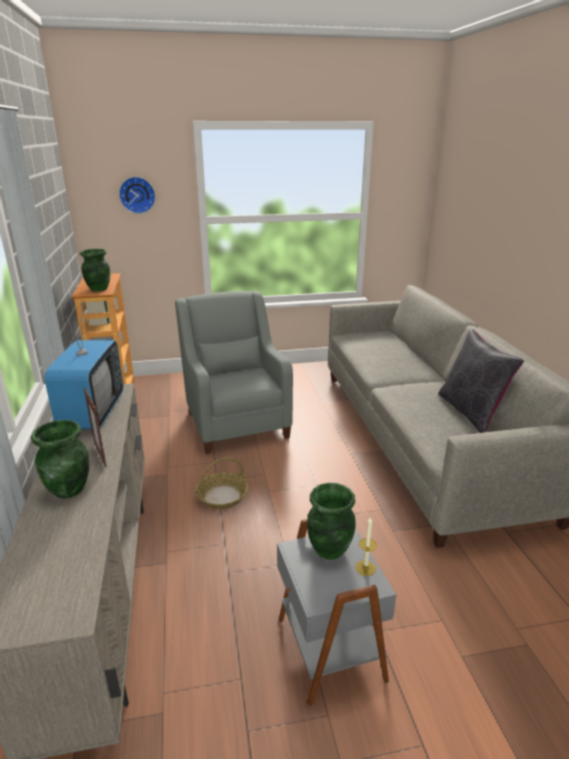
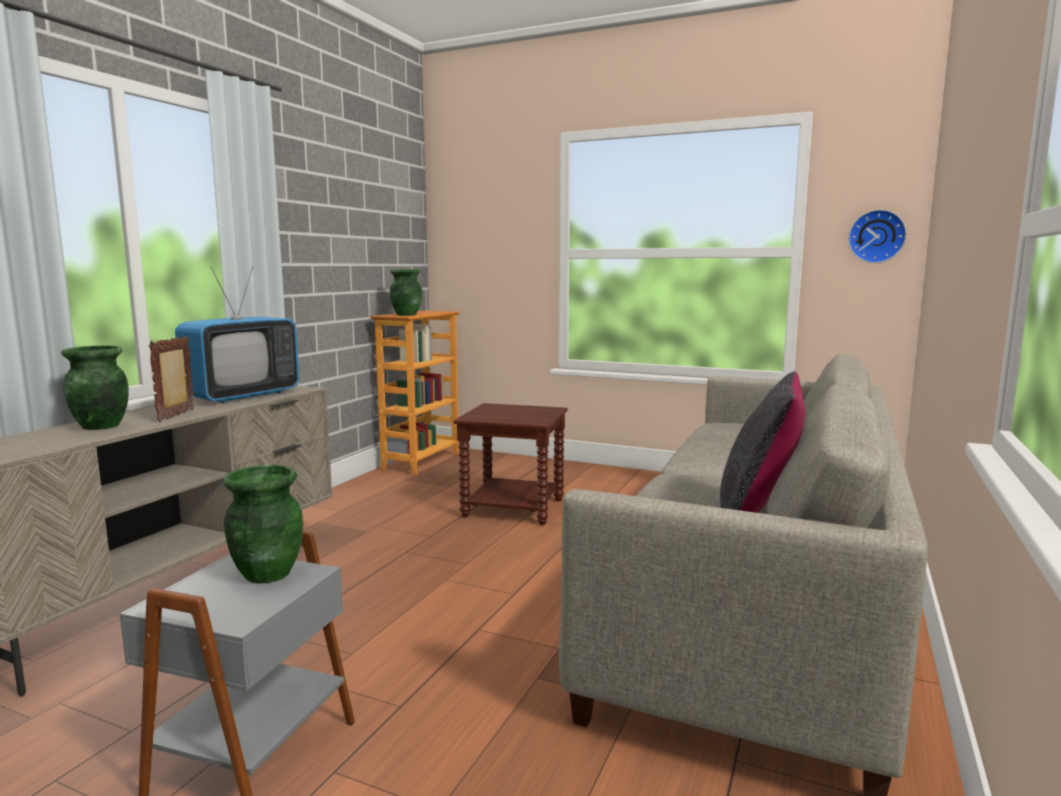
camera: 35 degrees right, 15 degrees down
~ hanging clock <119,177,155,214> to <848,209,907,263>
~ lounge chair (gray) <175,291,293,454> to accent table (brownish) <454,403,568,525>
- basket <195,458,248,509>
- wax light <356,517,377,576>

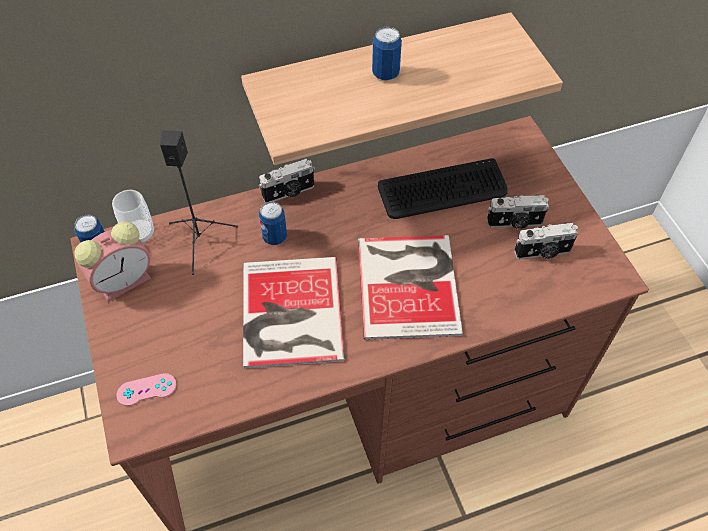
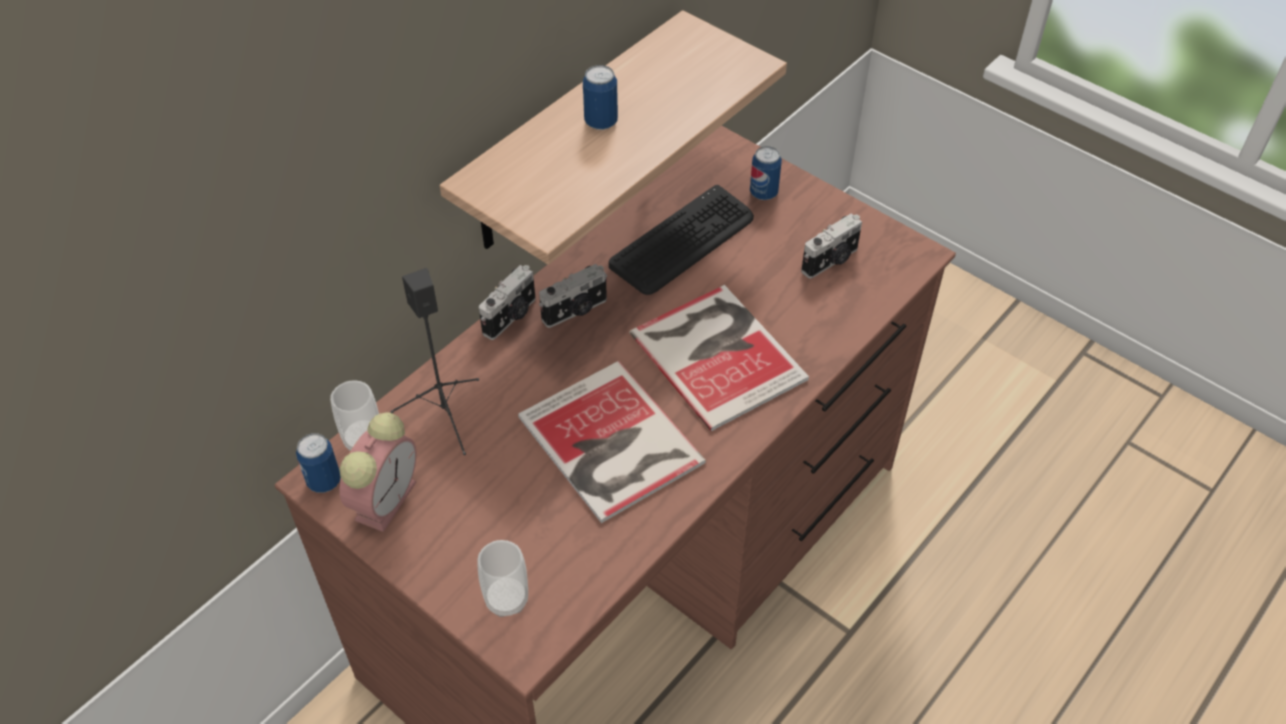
camera: 30 degrees left, 5 degrees down
~ photo camera <487,195,549,229> to <539,264,607,328>
~ metal can <259,202,287,245> to <750,146,782,200>
~ joypad (pinkish) <116,373,176,406> to drinking cup <477,540,528,617>

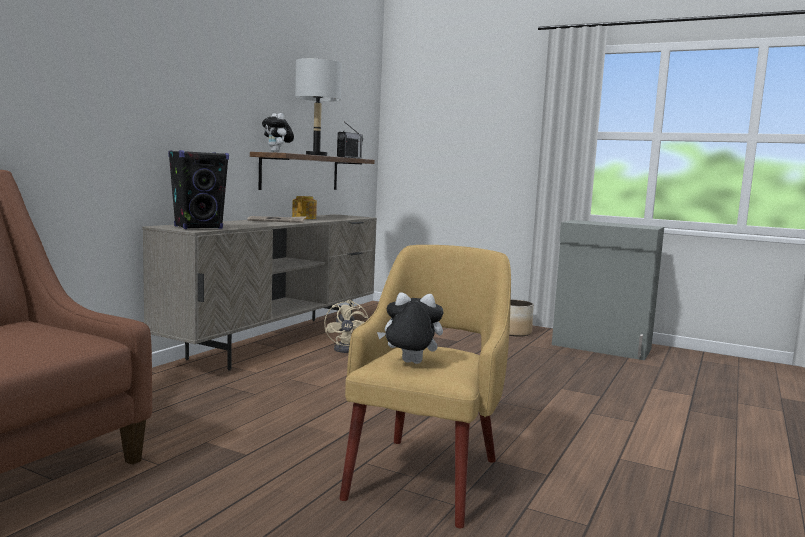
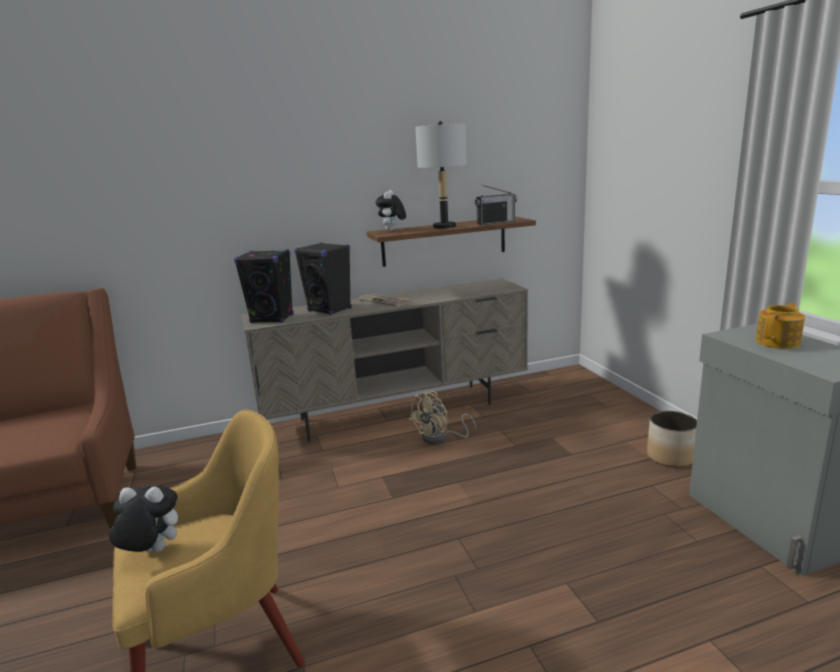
camera: 45 degrees right, 10 degrees up
~ tea pot <292,196,317,219> to <755,303,805,349>
~ soft toy <377,292,443,364> = <109,486,178,553> 45 degrees counterclockwise
+ loudspeaker (black) <294,243,352,315>

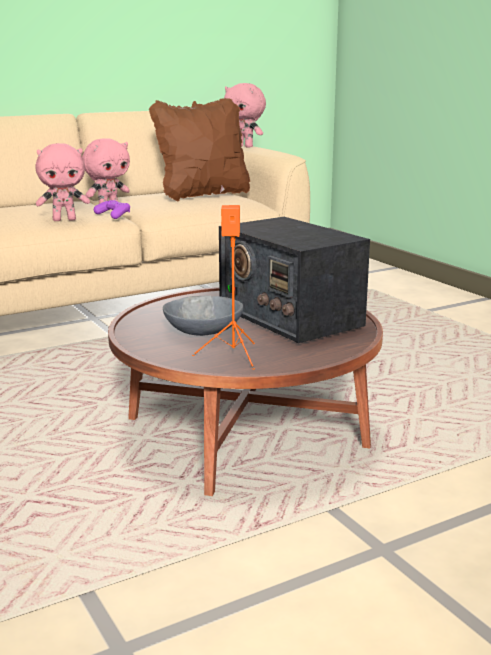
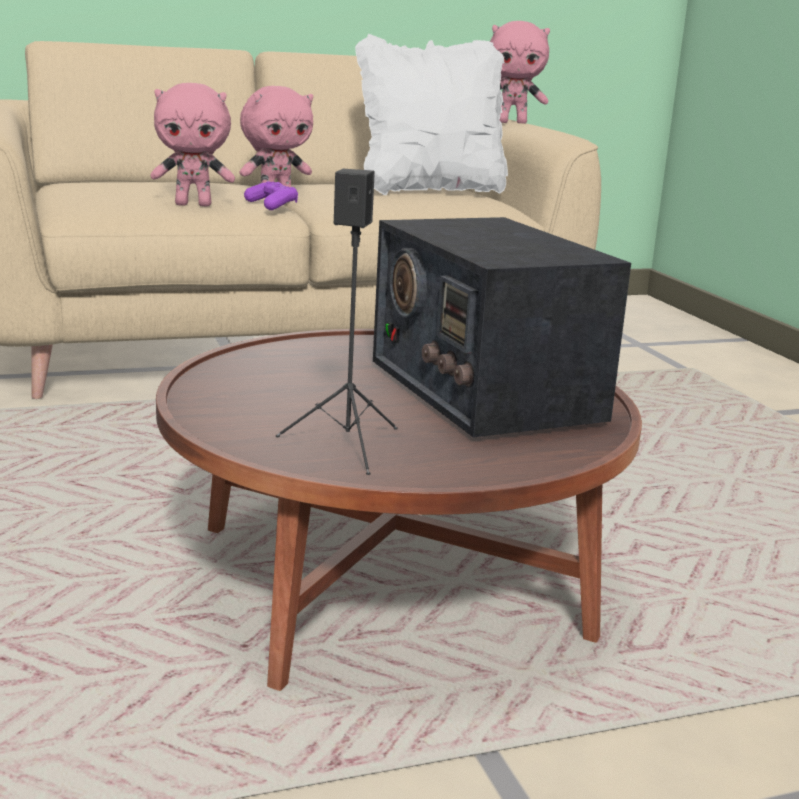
camera: 10 degrees right, 0 degrees up
~ soft toy (pinkish) <224,83,266,148> = <490,21,550,123> 45 degrees counterclockwise
~ pillow (brownish) <149,98,250,201> to pillow (white-coloured) <355,34,508,195>
~ loudspeaker (orange) <192,205,255,370> to loudspeaker (black) <276,169,398,475>
- serving bowl (gray) <163,295,243,336>

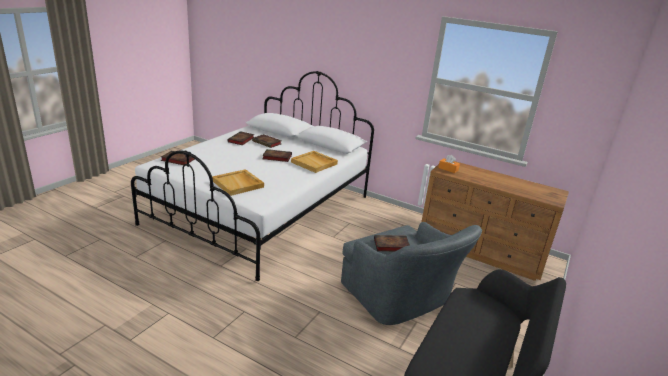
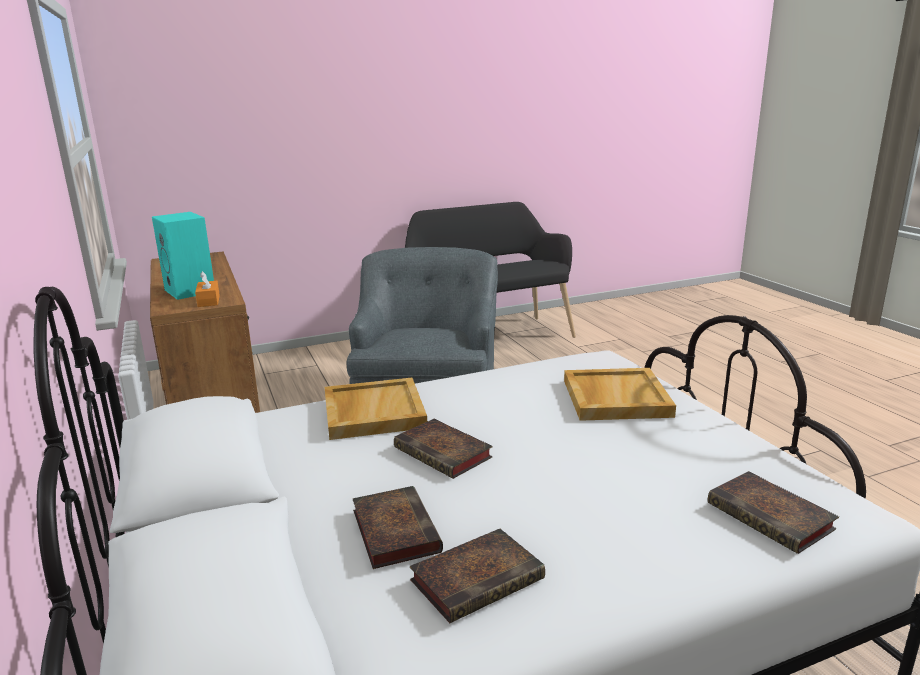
camera: 140 degrees left, 5 degrees down
- book <374,235,410,251>
+ loudspeaker (turquoise-coloured) <152,212,214,300>

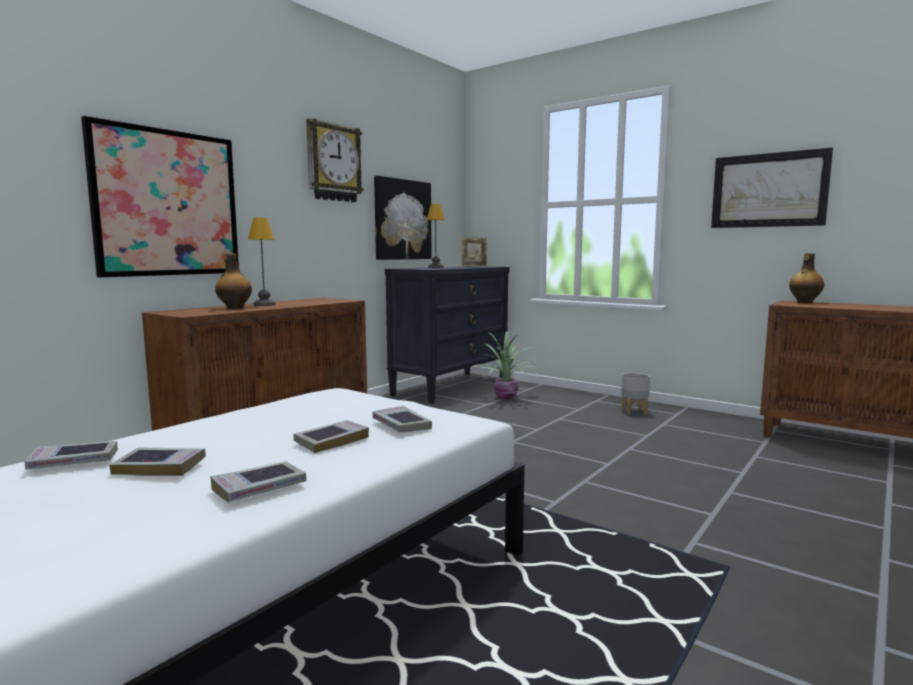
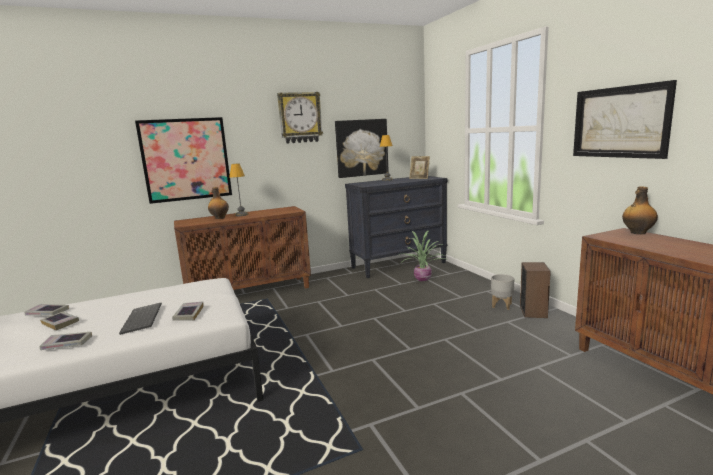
camera: 30 degrees right, 5 degrees up
~ book <294,420,369,453> to PC keyboard <119,303,162,335>
+ loudspeaker <520,262,551,318>

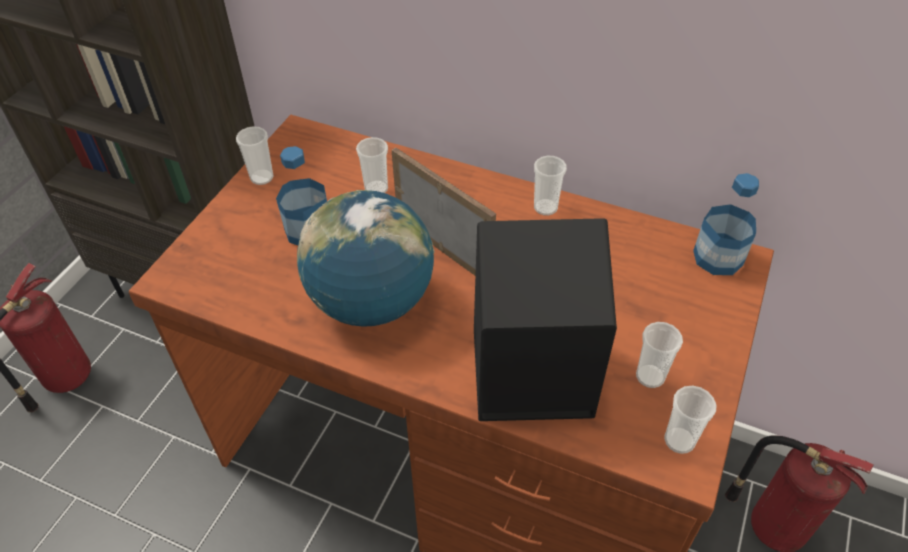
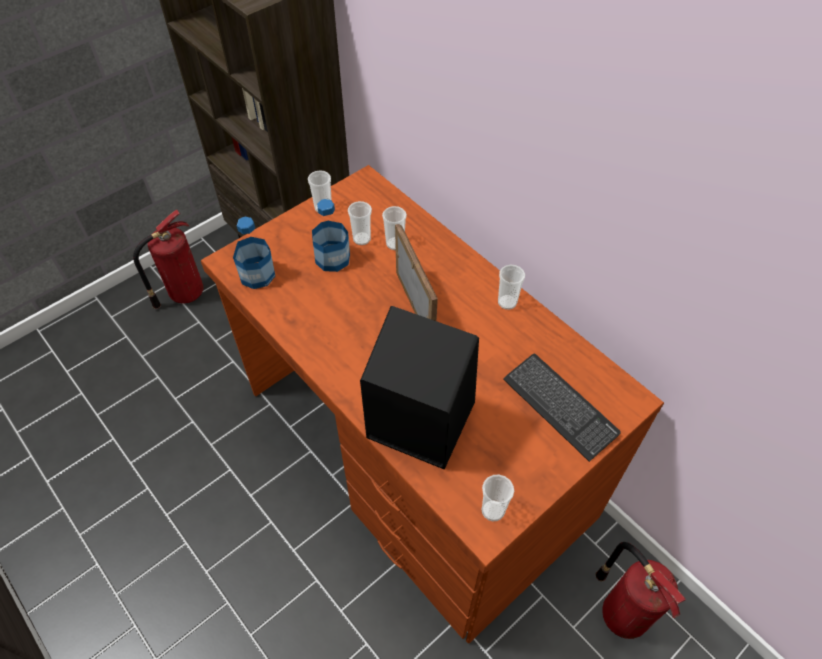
camera: 25 degrees right, 5 degrees up
~ beverage bottle <693,173,759,275> to <233,217,275,289>
- desk globe <297,190,435,327>
~ drinking cup <636,322,683,388> to <348,201,372,245>
+ PC keyboard <503,354,621,462>

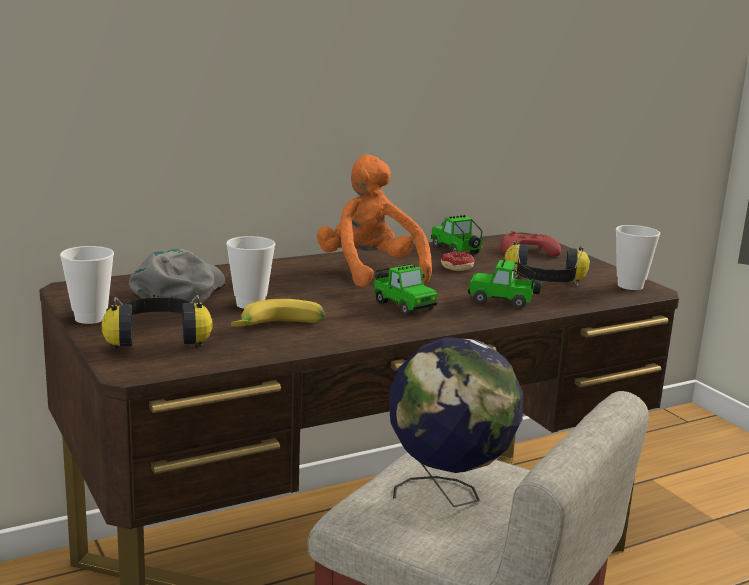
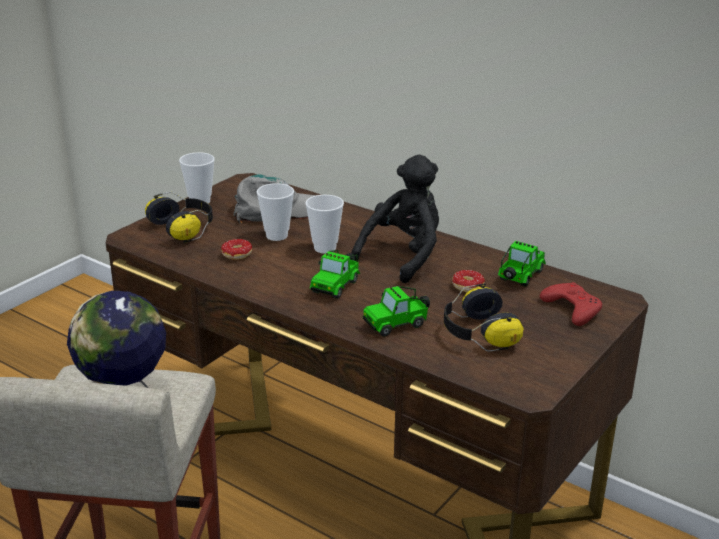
camera: 65 degrees right, 10 degrees up
~ soft toy (orange) <317,154,432,288> to soft toy (black) <351,155,439,283>
~ drinking cup <616,225,660,290> to <305,195,344,253>
~ toy car <468,259,542,309> = <363,286,430,336> 105 degrees counterclockwise
~ whole banana <231,299,325,327> to donut <221,239,252,260>

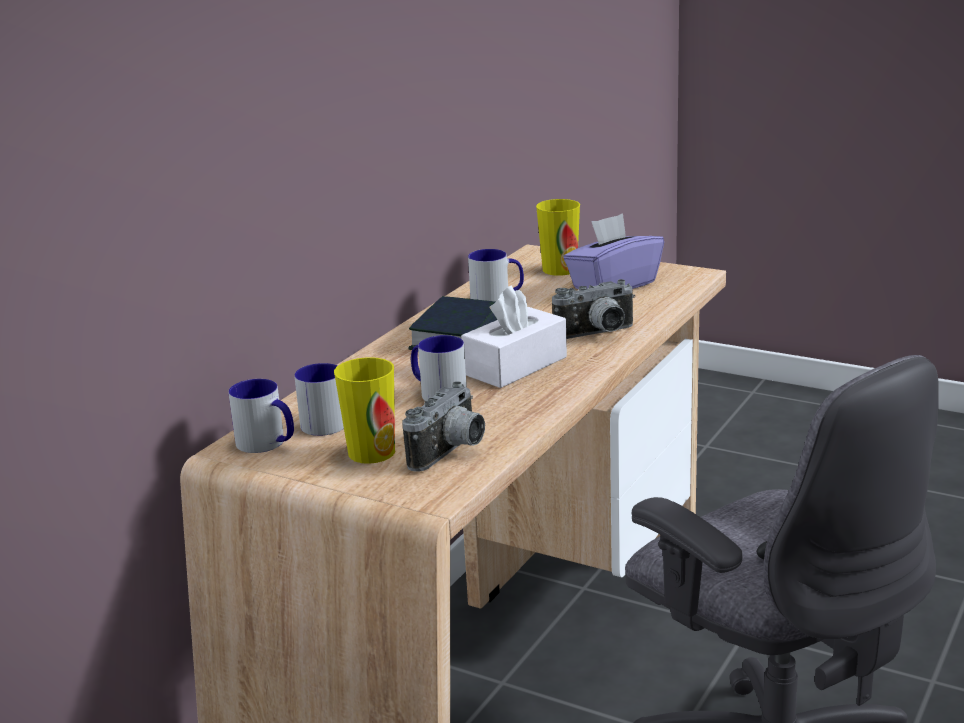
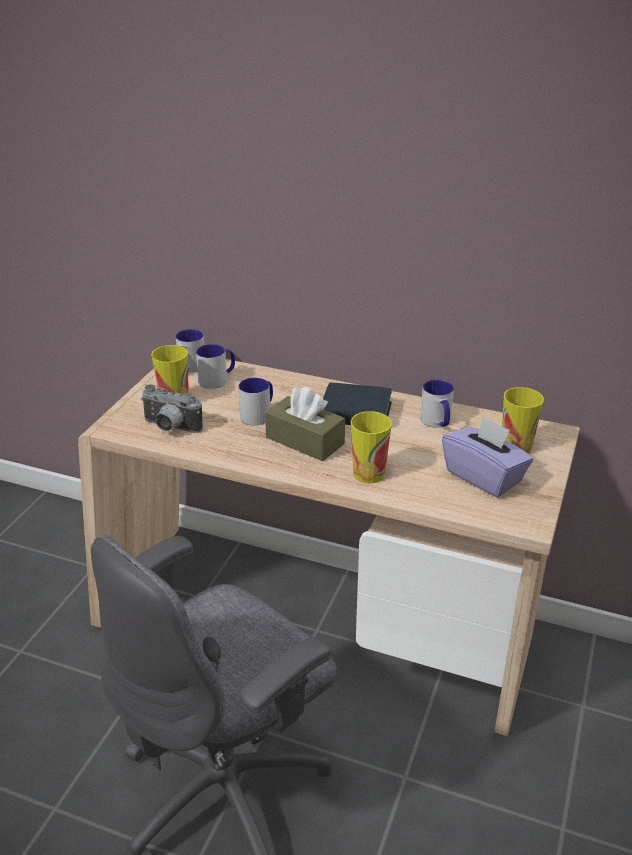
camera: 80 degrees right, 10 degrees up
~ photo camera <552,279,635,339> to drinking cup <351,411,392,483>
~ tissue box (white-coloured) <461,285,567,388> to tissue box (brownish) <265,387,345,461>

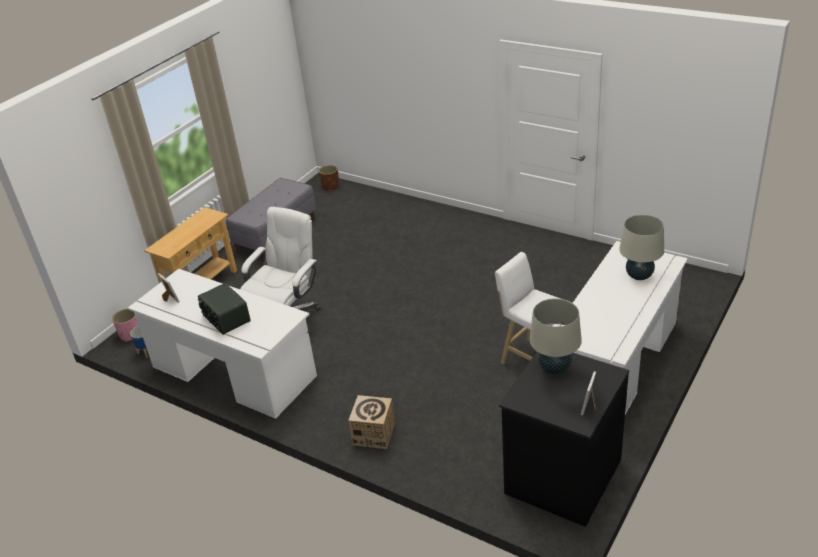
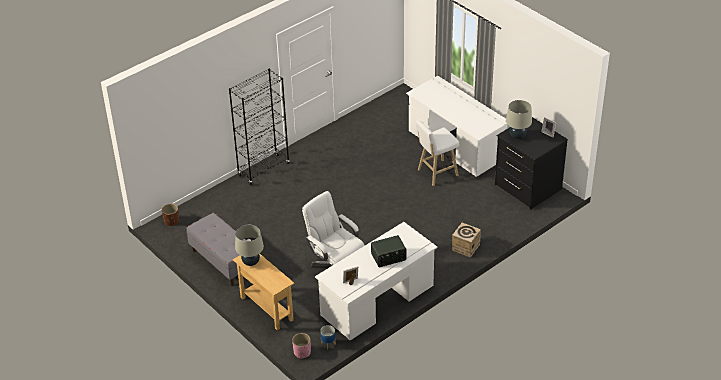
camera: 75 degrees left, 5 degrees up
~ tabletop lamp (beige-coloured) <619,215,664,280> to <235,225,264,266>
+ bookcase (black) <229,68,290,185>

